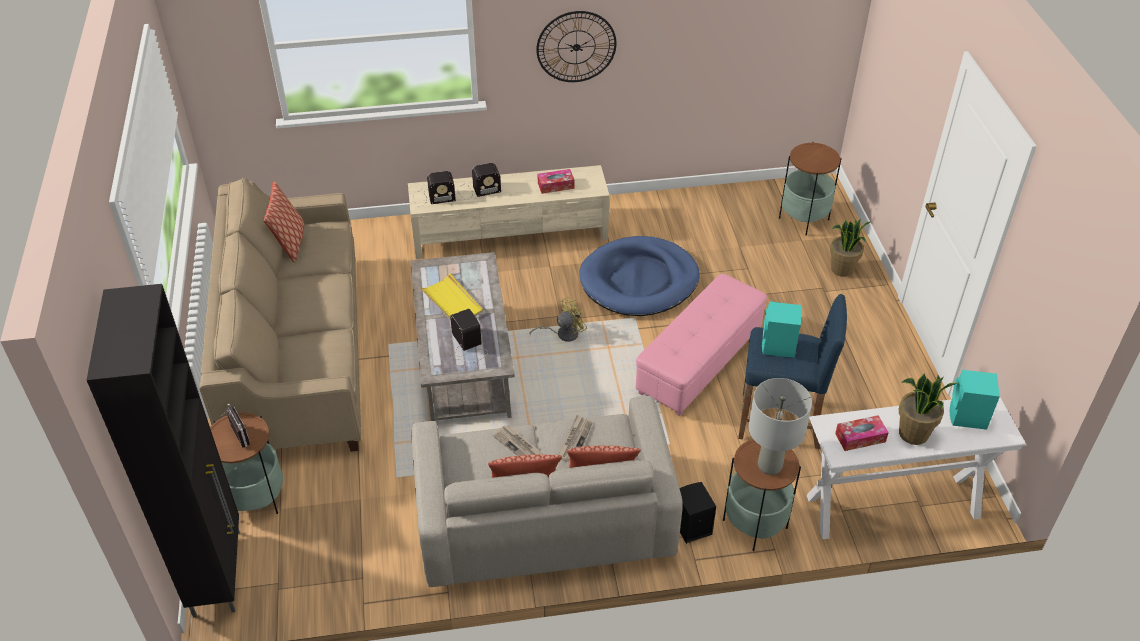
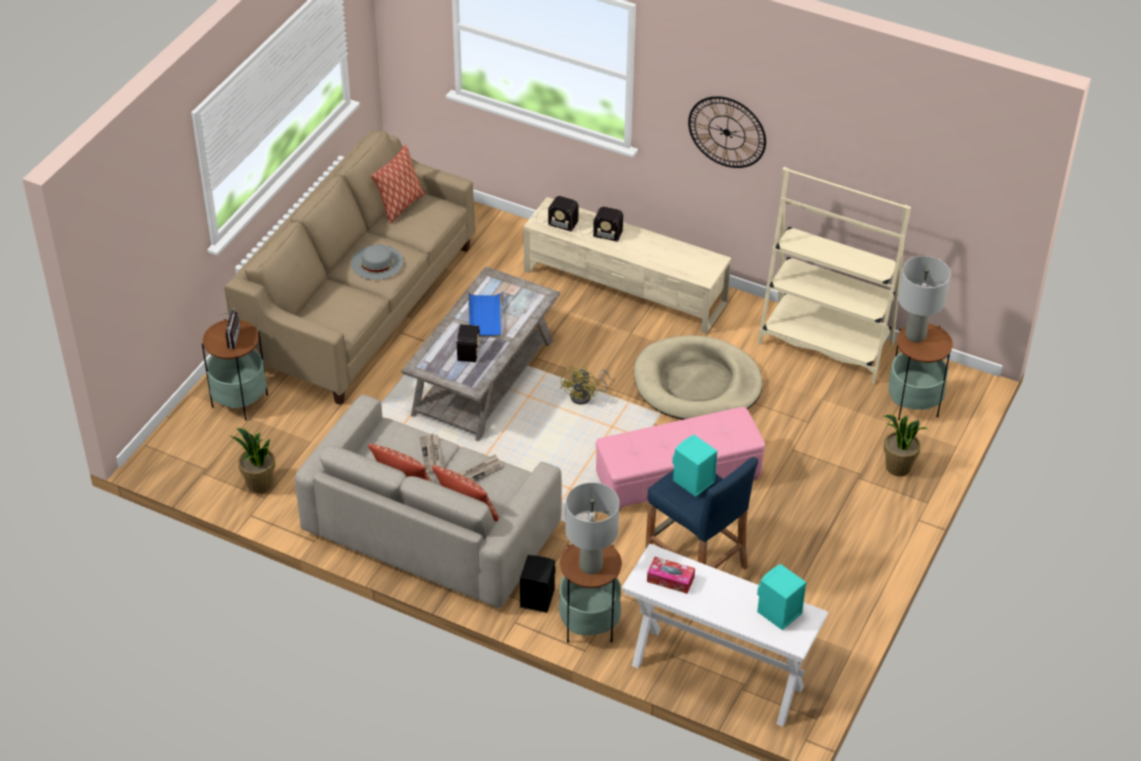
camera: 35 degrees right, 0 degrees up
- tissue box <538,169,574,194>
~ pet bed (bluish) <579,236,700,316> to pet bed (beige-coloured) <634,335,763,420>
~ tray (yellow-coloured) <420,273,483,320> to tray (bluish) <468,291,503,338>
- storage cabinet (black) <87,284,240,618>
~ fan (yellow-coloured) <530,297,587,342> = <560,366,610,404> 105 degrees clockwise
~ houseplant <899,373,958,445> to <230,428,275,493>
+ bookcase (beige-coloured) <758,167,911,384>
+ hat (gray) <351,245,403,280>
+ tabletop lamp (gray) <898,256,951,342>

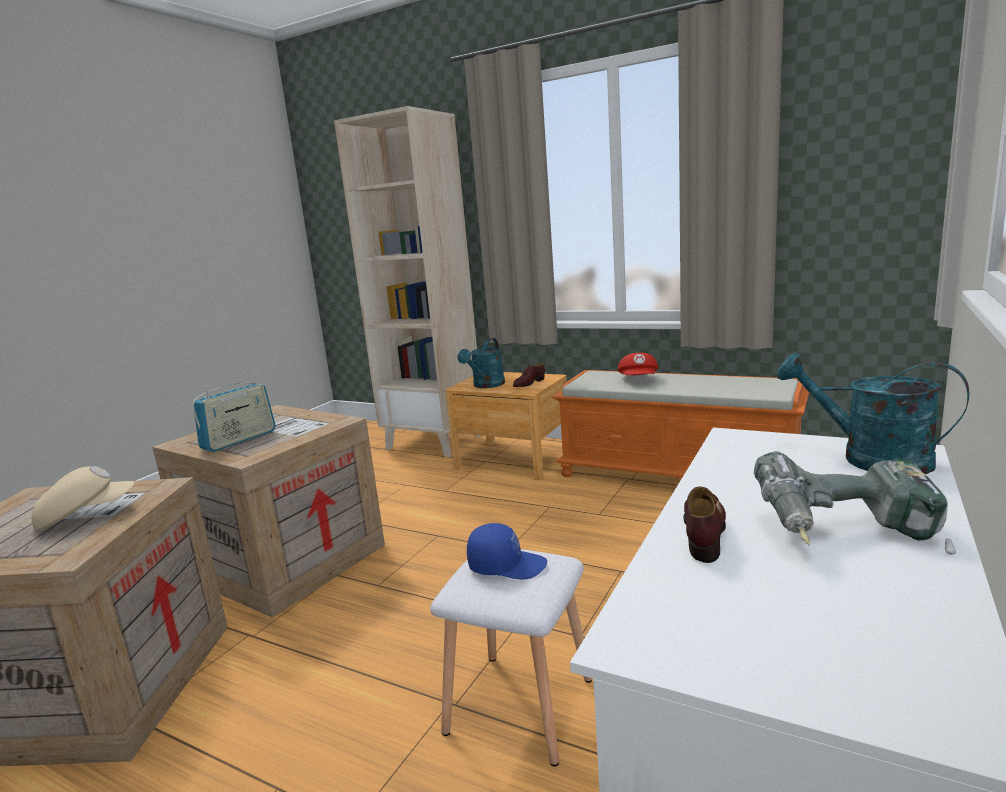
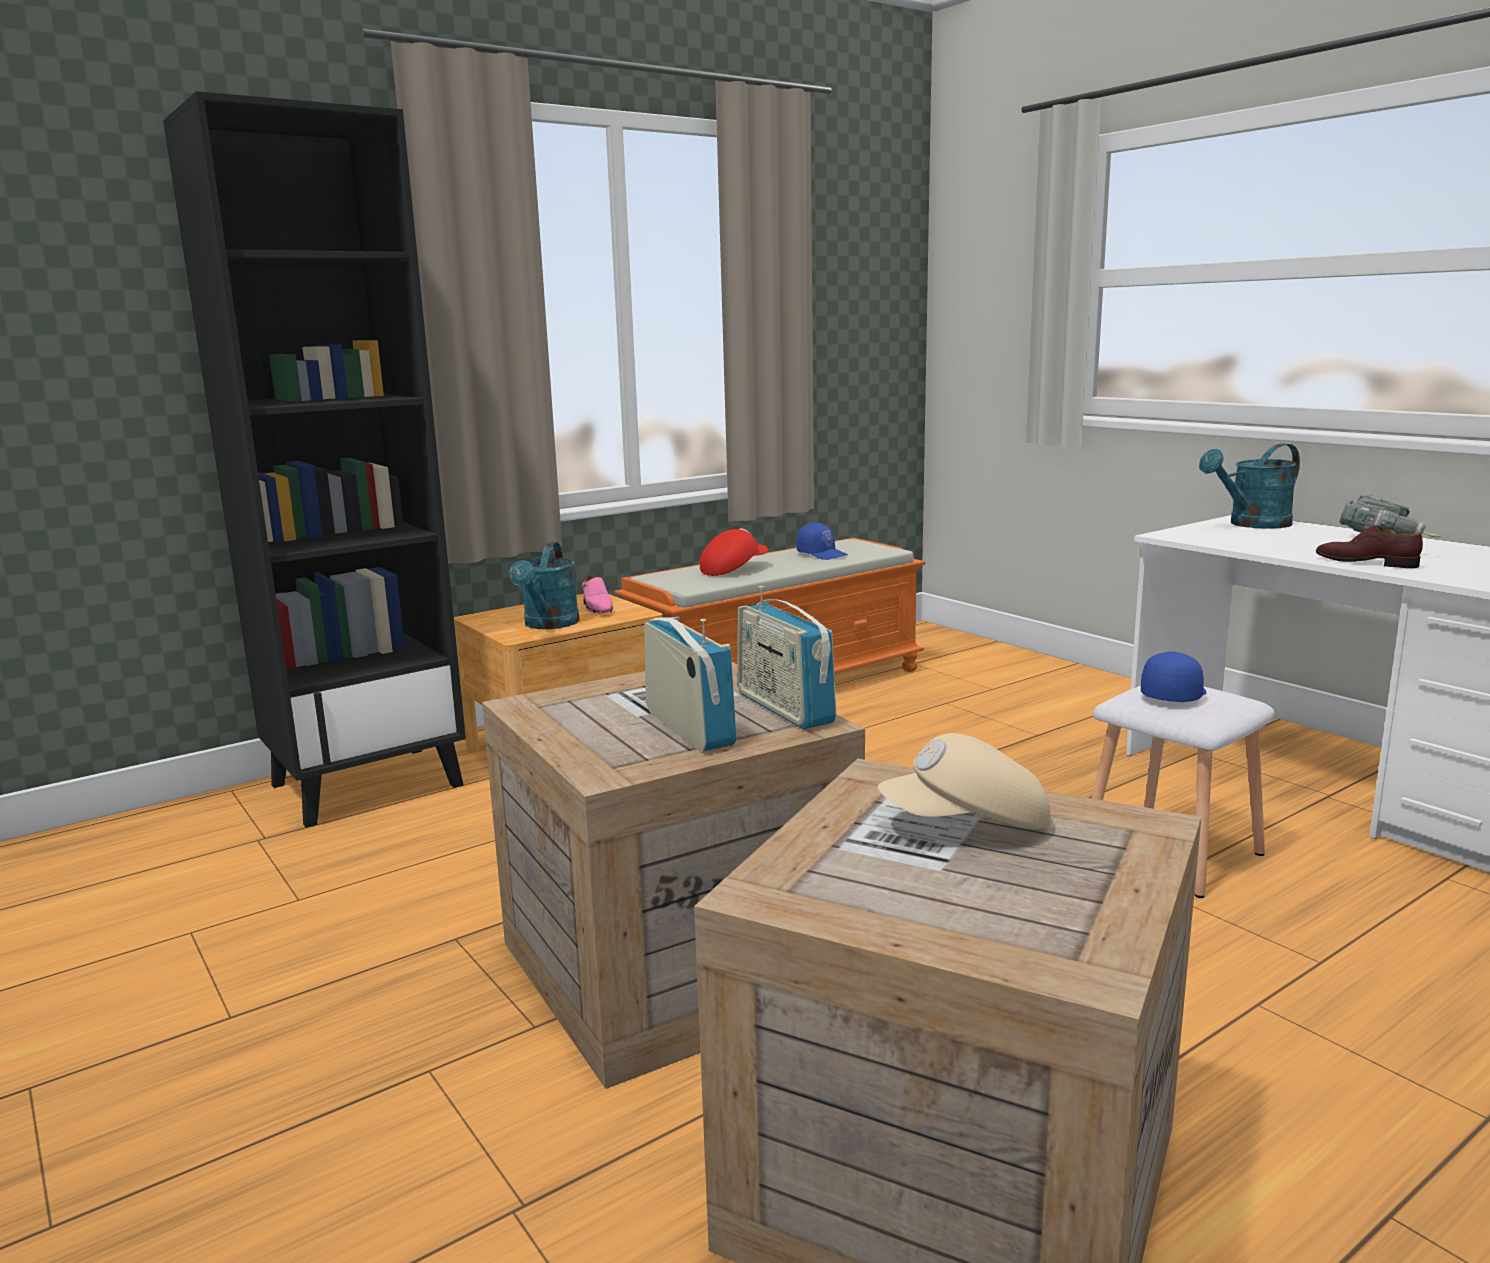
camera: 65 degrees left, 0 degrees up
~ bookcase (beige-coloured) <334,106,482,457> to bookcase (black) <163,91,466,828>
~ sprinkling can (turquoise-coloured) <457,338,505,388> = <509,542,580,629> 45 degrees clockwise
~ baseball cap (reddish) <618,353,658,375> = <700,528,768,576> 75 degrees counterclockwise
~ shoe (brownish) <513,363,545,387> to shoe (pinkish) <582,574,613,614>
~ baseball cap (beige-coloured) <32,466,134,530> = <878,733,1051,829> 105 degrees counterclockwise
+ baseball cap (bluish) <797,523,848,560>
+ radio set <737,586,837,730>

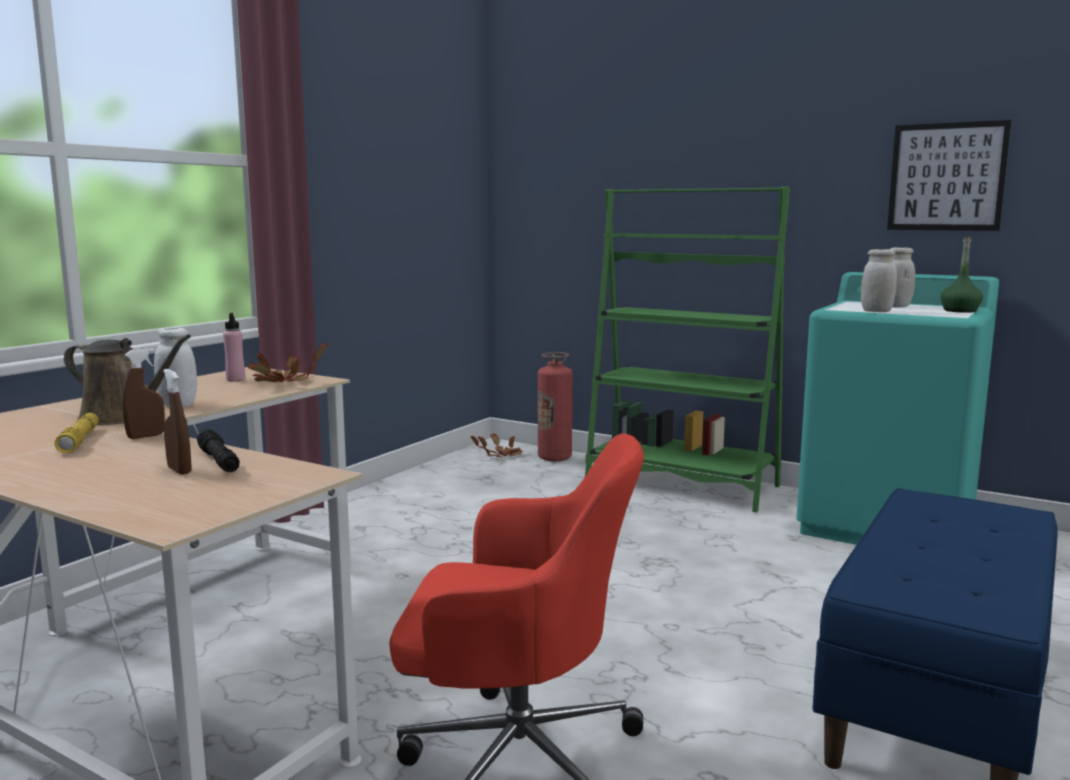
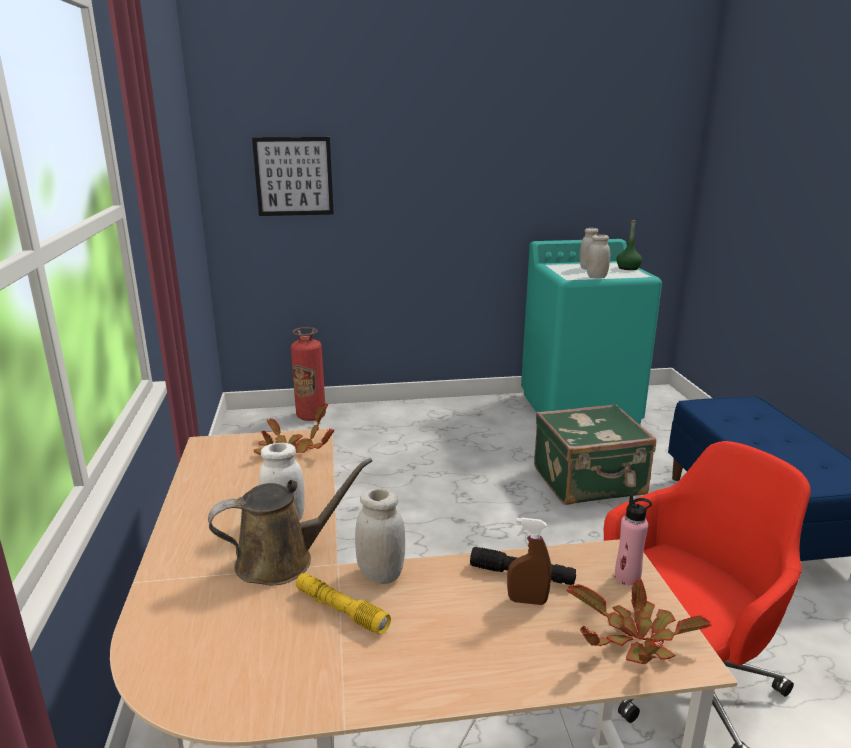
camera: 40 degrees left, 10 degrees up
~ wall picture <887,120,1011,231> to <252,137,334,216>
- bookcase (green) <585,187,790,512>
~ beverage bottle (pinkish) <223,313,245,382> to <615,494,652,586>
~ hand sprayer (brownish) <122,348,165,439> to jar (white-coloured) <355,488,405,584>
~ houseplant <471,433,523,458> to <567,579,712,664>
+ travel case (green) <534,404,656,505>

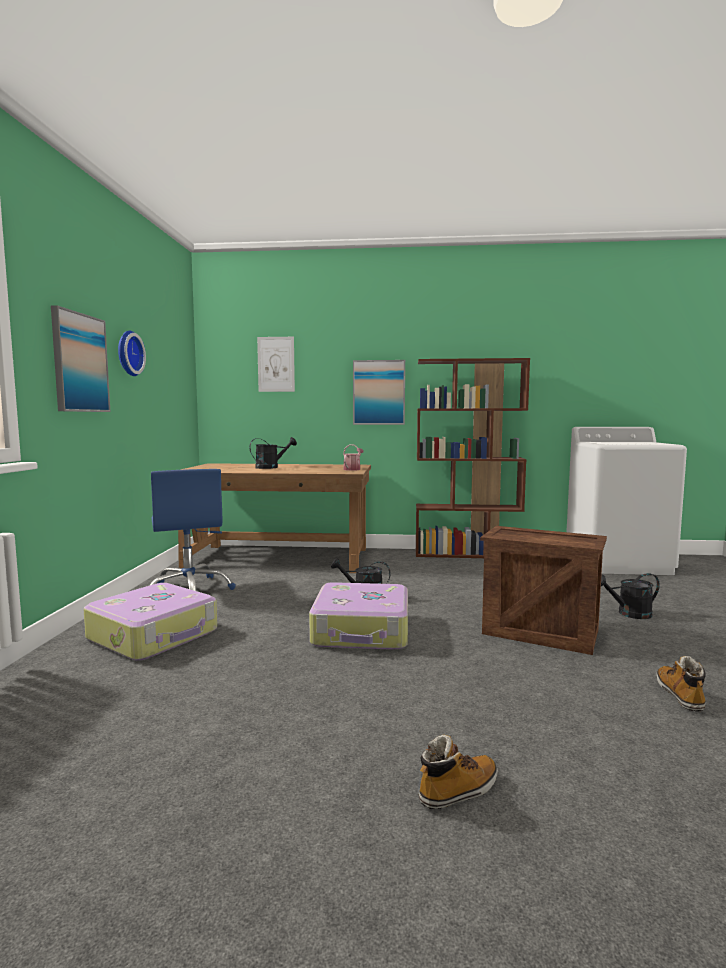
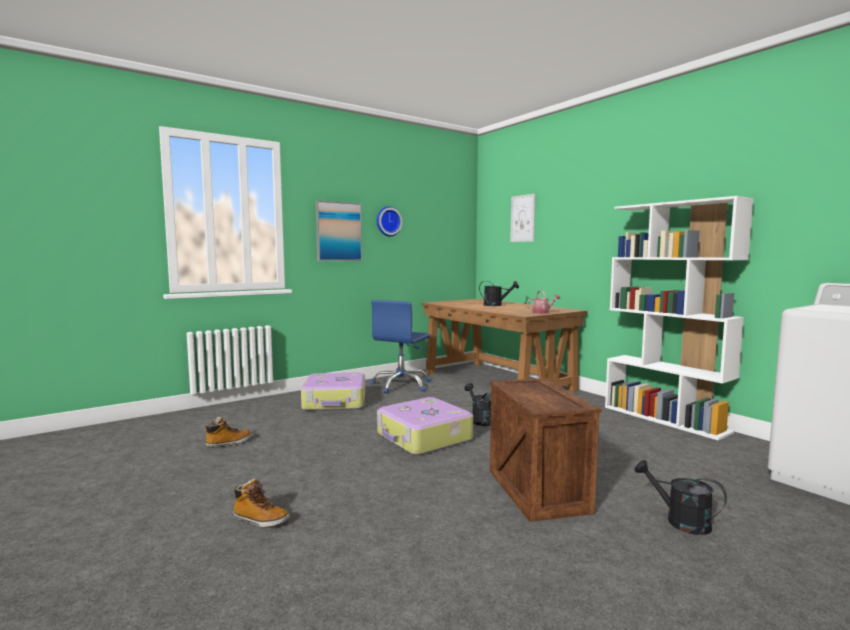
camera: 50 degrees right, 0 degrees up
~ bookcase (brownish) <416,358,530,558> to bookcase (white-coloured) <605,196,754,440>
- wall picture <353,360,405,425>
~ boot <657,656,706,712> to <204,417,252,448>

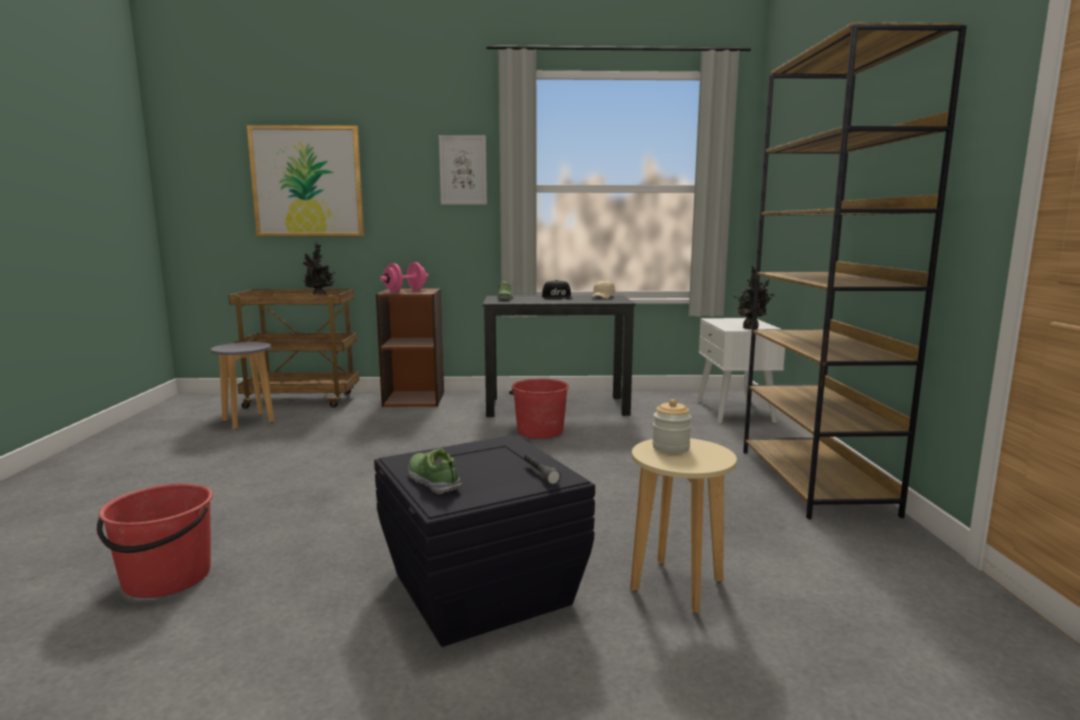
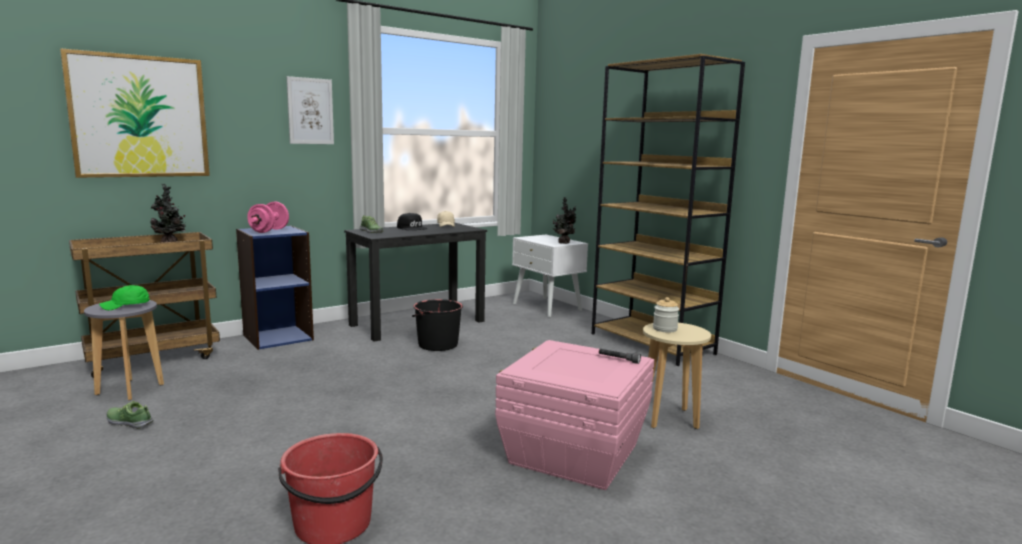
camera: 35 degrees left, 0 degrees up
~ bookcase (brownish) <376,288,444,407> to bookcase (bluish) <236,226,314,350>
~ water bucket (reddish) <509,379,569,438> to water bucket (black) <412,299,463,351>
~ storage bin (black) <374,435,595,647> to storage bin (pinkish) <495,340,654,490>
~ shoe <408,448,462,494> to <106,401,153,429>
+ baseball cap (green) <100,285,150,310>

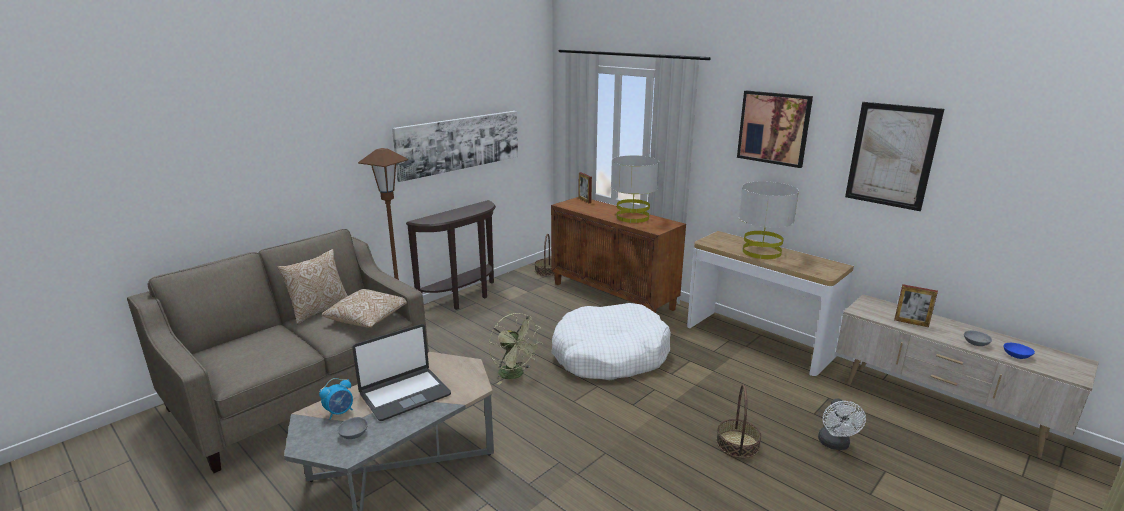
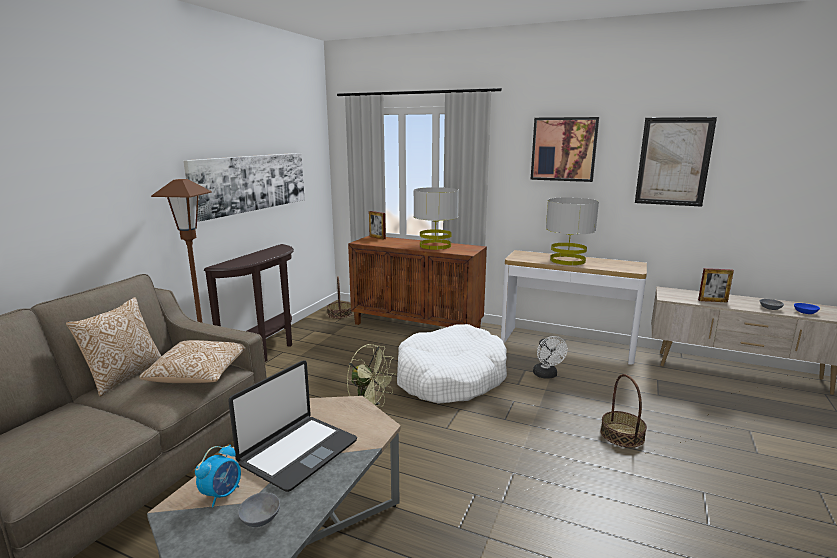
camera: 20 degrees left, 5 degrees down
~ fan (white-coloured) <818,398,866,450> to <533,336,568,379>

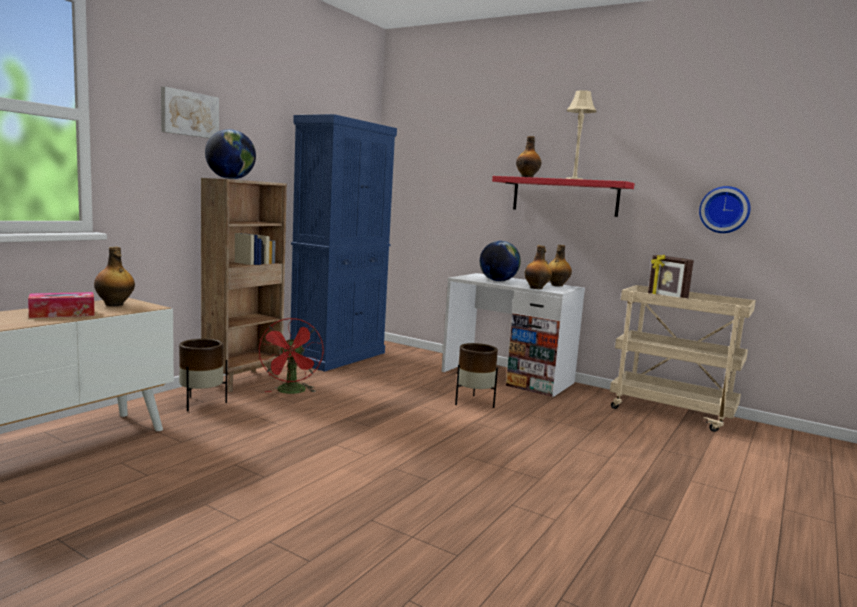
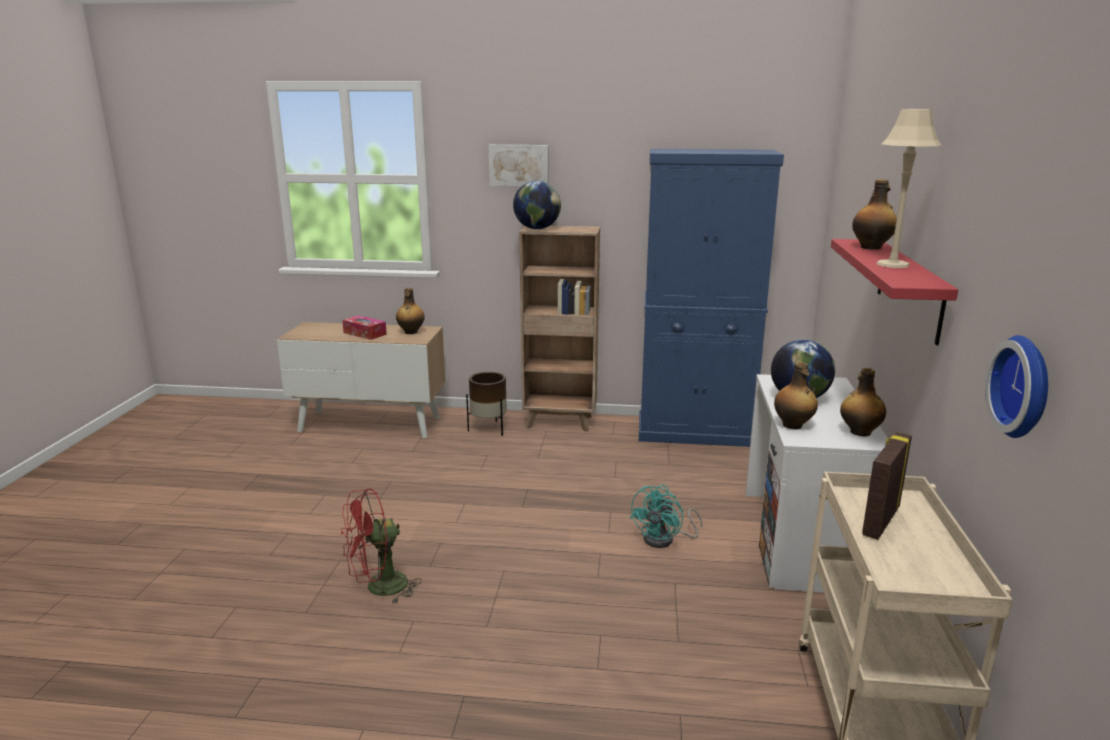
camera: 65 degrees right, 10 degrees up
~ fan (reddish) <258,318,323,394> to <341,488,422,604>
~ planter (brownish) <455,343,498,408> to fan (turquoise-coloured) <630,485,703,548>

